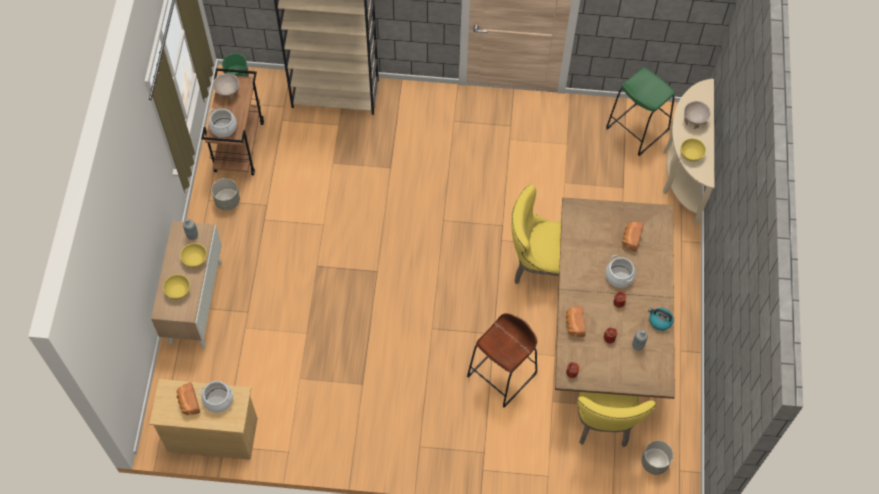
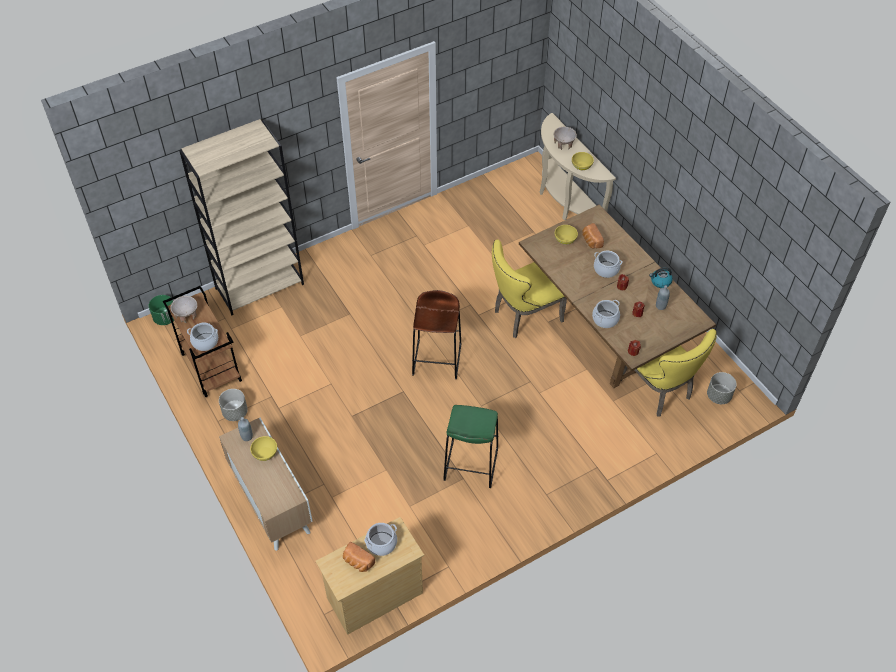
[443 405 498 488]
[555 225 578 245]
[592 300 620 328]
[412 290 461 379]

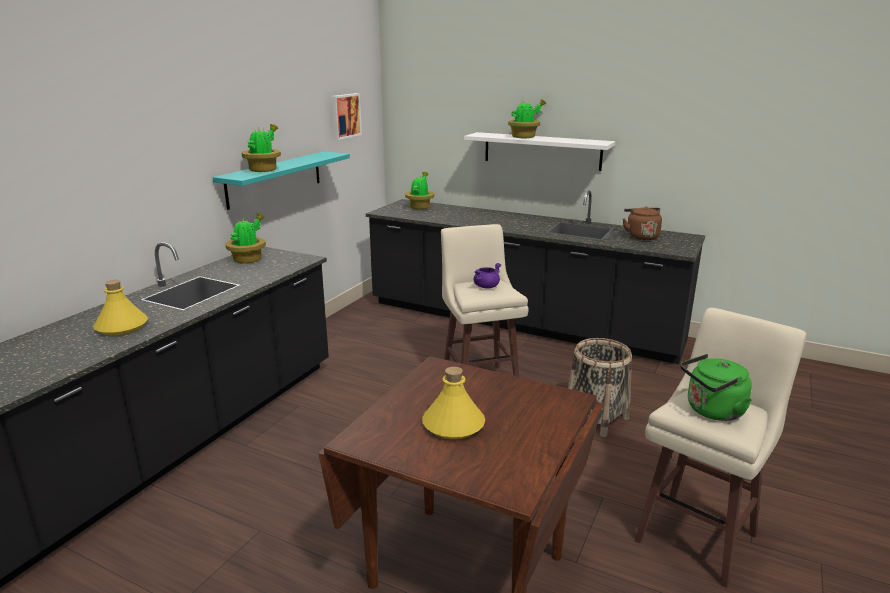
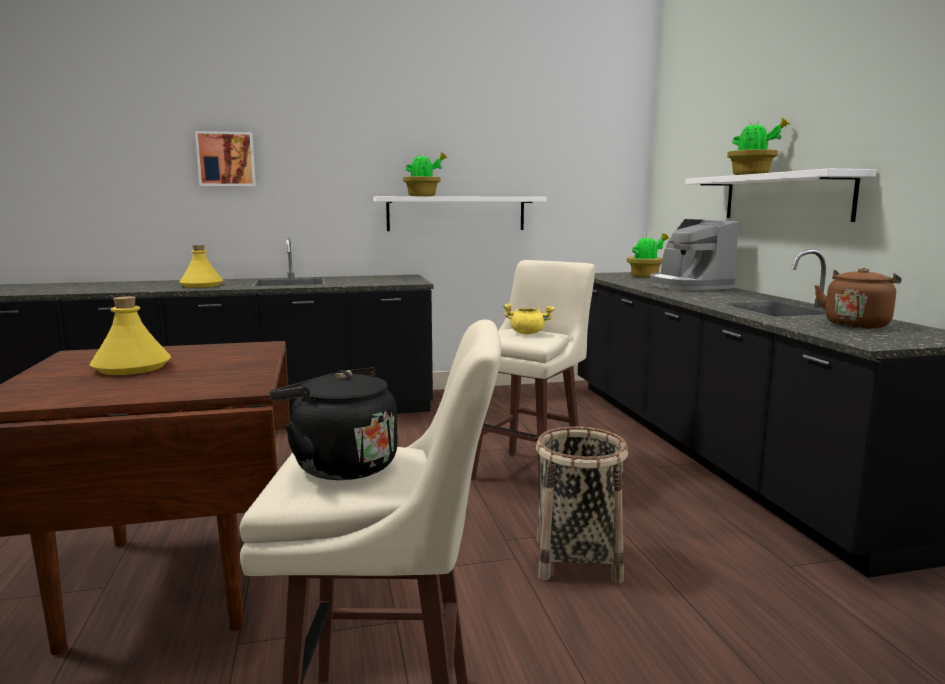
[195 131 256 186]
[373 196 547 231]
[225 213 266 264] (first image)
[503 304 555 334]
[270 367 398 480]
[650 219 739 290]

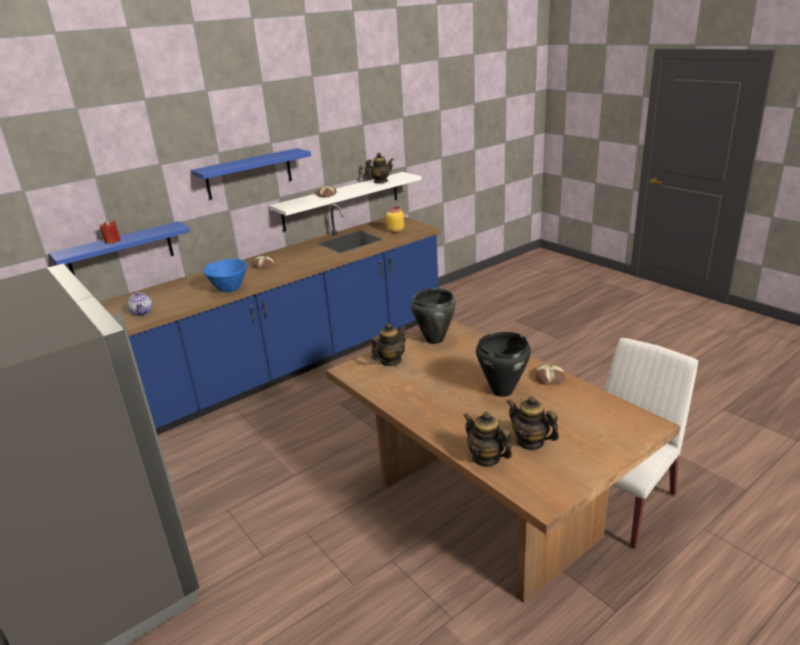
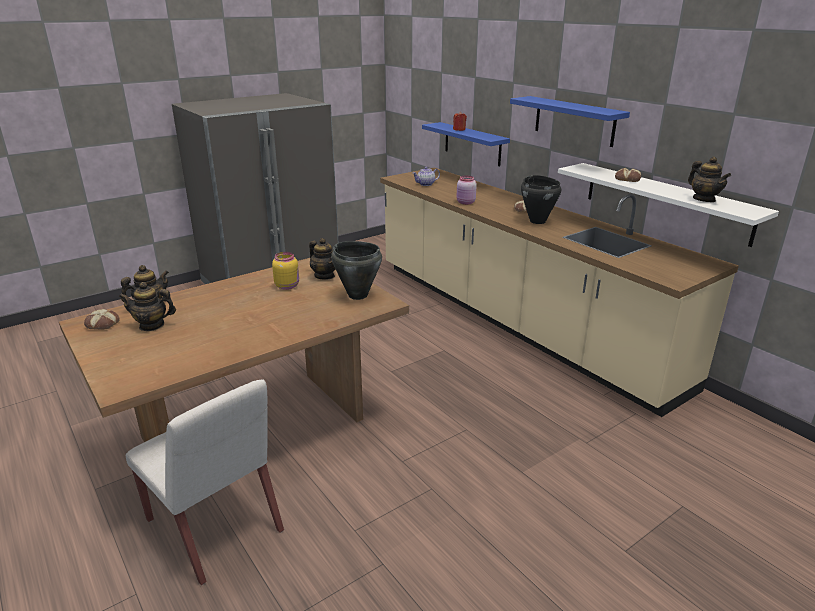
[380 168 739 417]
[272 252 299 290]
[457 175 477 205]
[521 175 561 224]
[84 309 120 330]
[119 282 176 331]

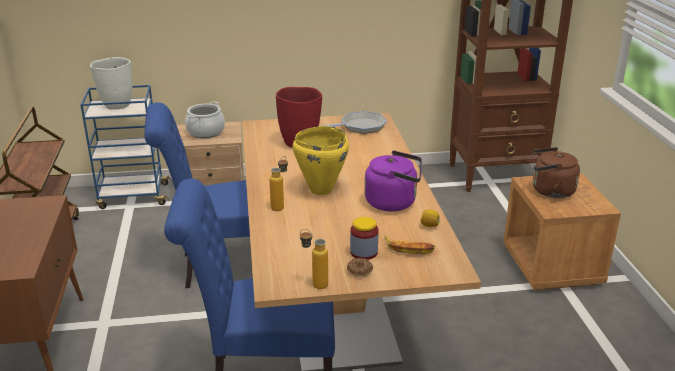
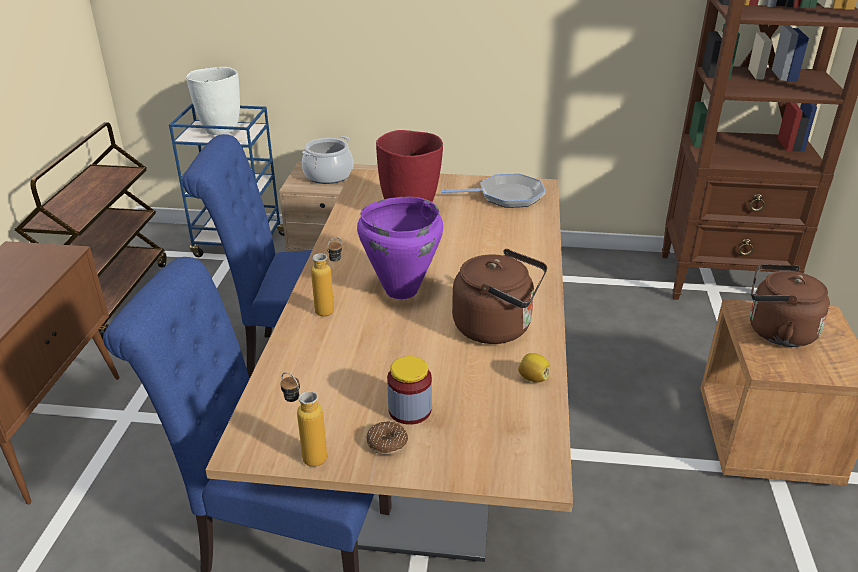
[357 197 443 299]
[452 249 547 344]
[384 236 435 254] (first image)

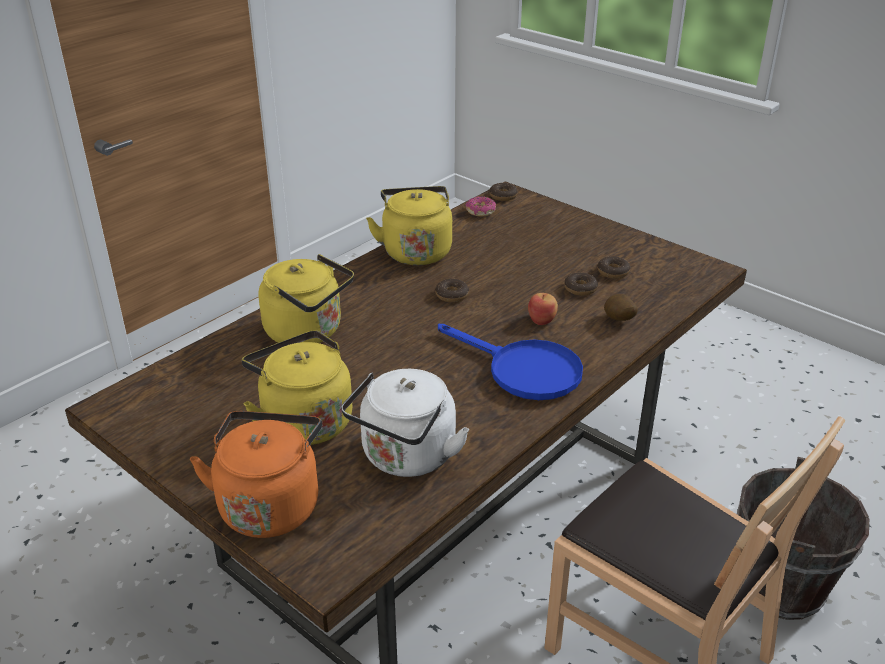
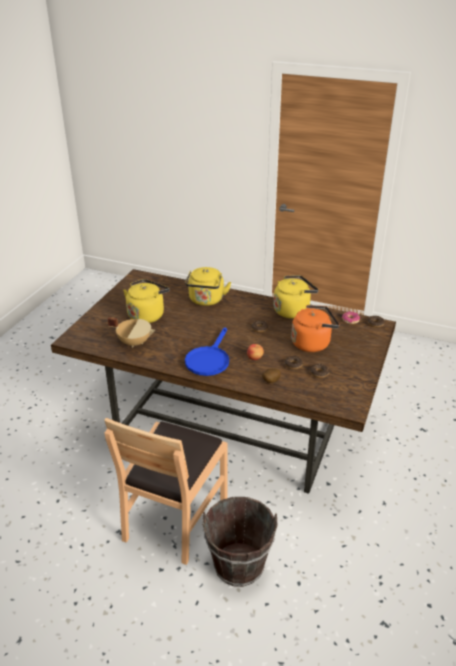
[108 317 155 348]
[291 305 340 352]

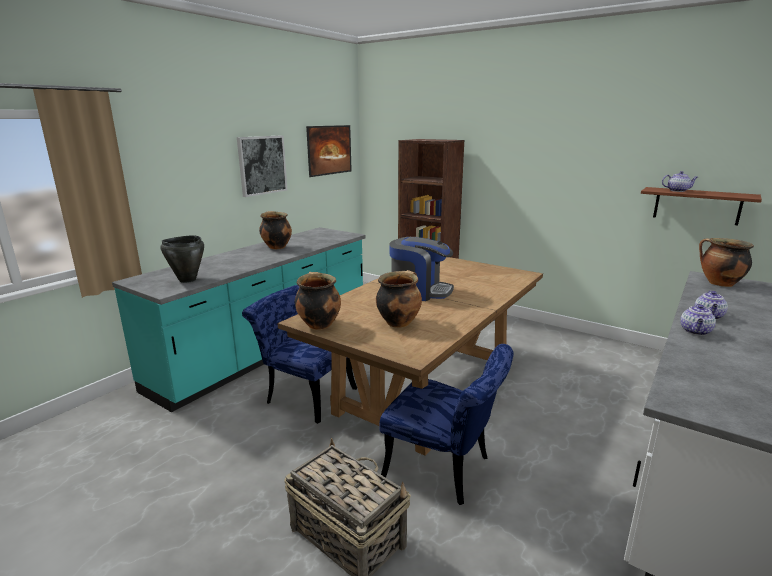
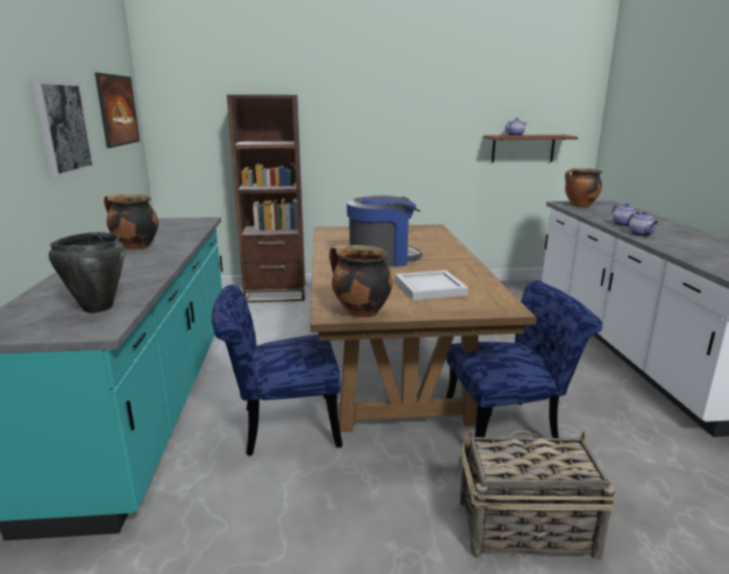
[395 270 468 300]

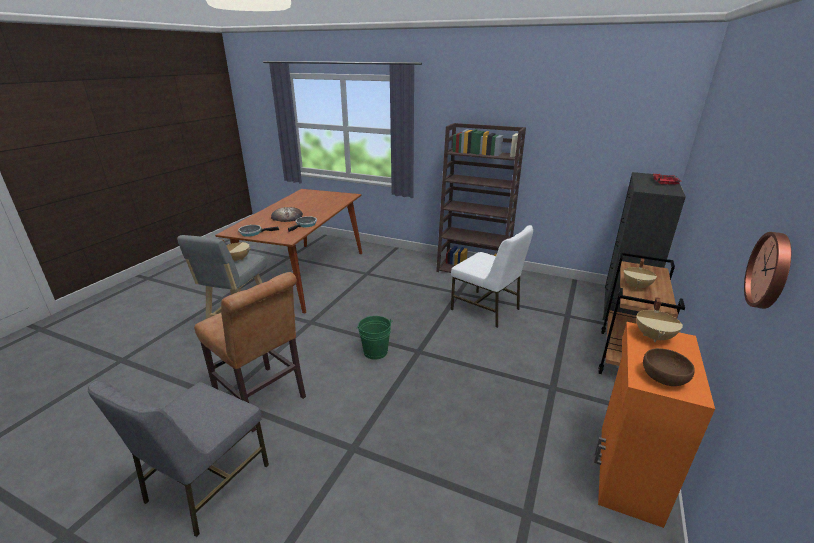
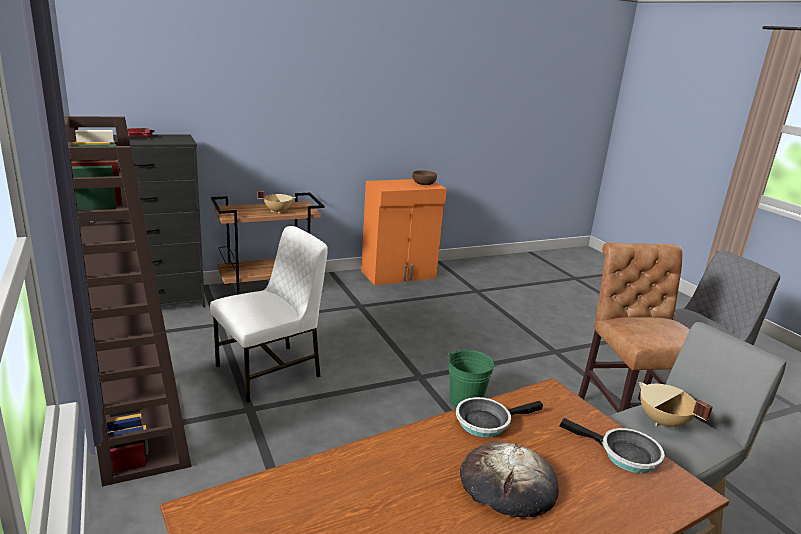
[210 226 328 403]
[744 232 791 309] (first image)
[636 297 683 342] (first image)

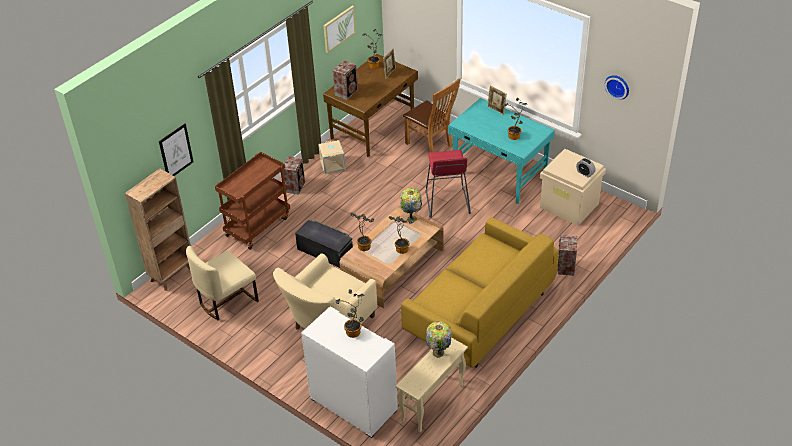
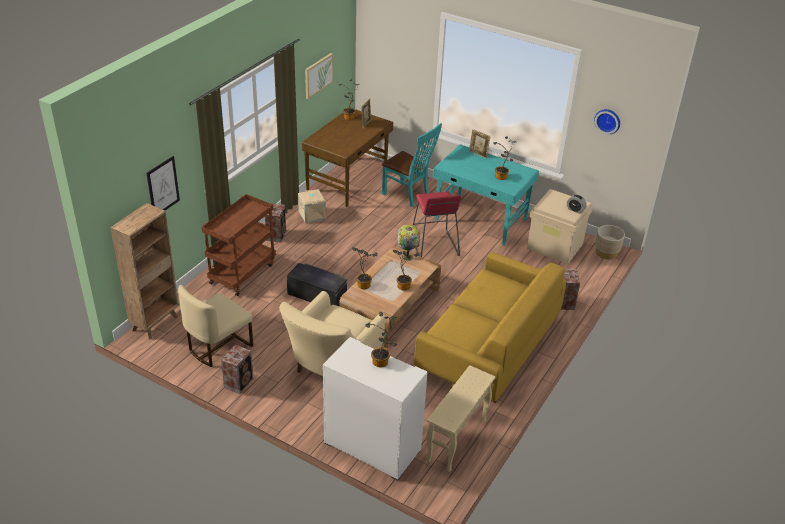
[221 345 253 394]
[382 123 442 207]
[426 321 452 358] (first image)
[595 225 625 260]

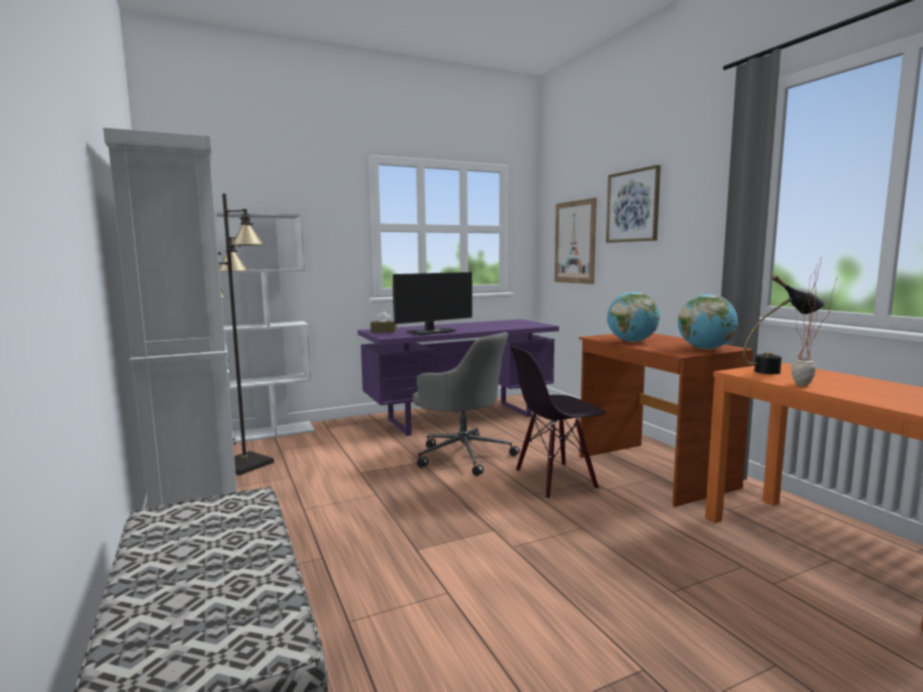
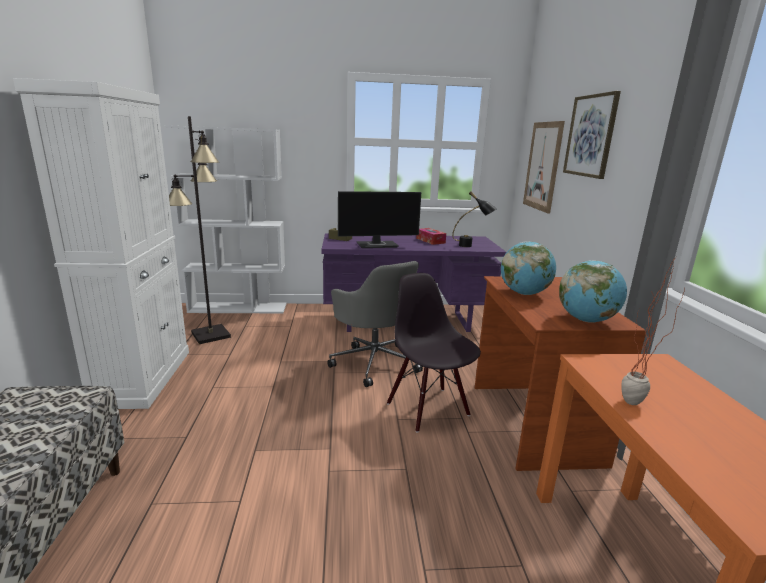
[452 191 497 247]
[387 273 481 433]
[416 228 446 245]

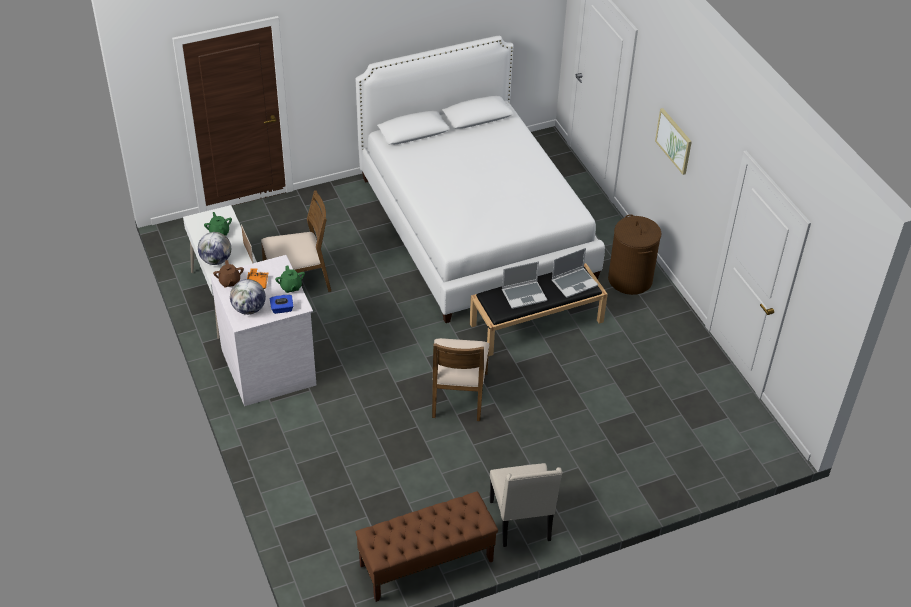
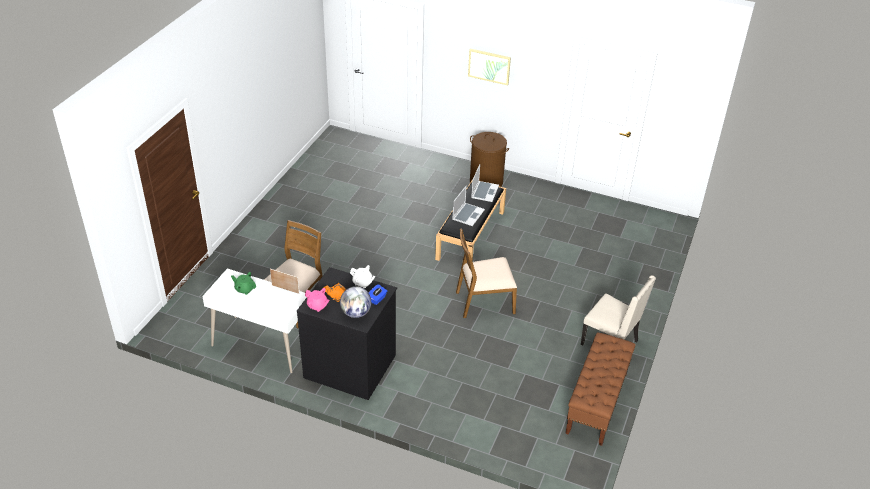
[356 36 605 323] (first image)
[198 232 231 265] (first image)
[297 267 397 400]
[305 288 330 312]
[350 265 376 288]
[456 228 517 318]

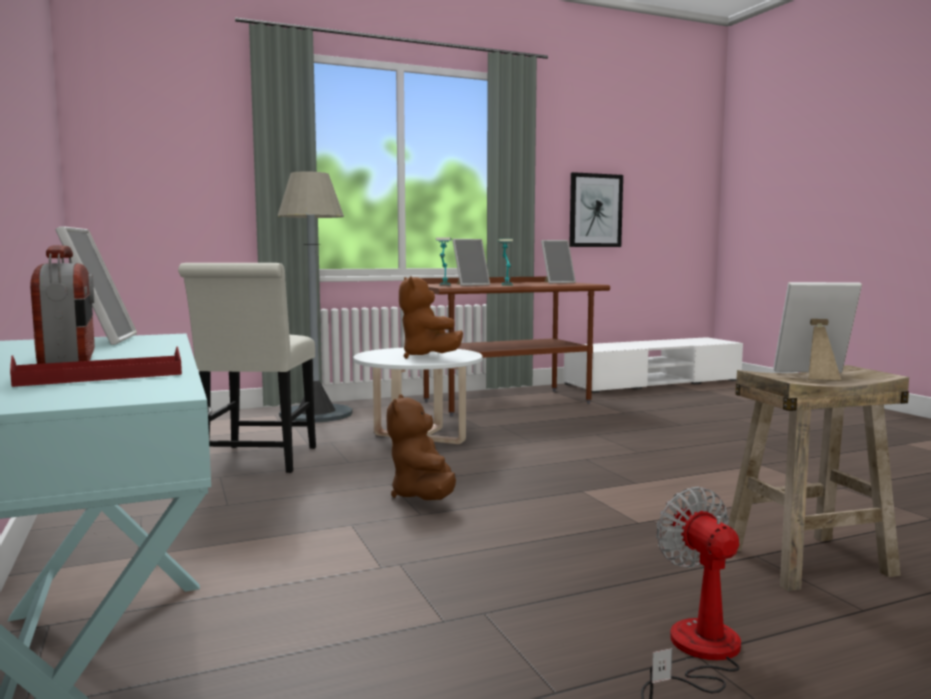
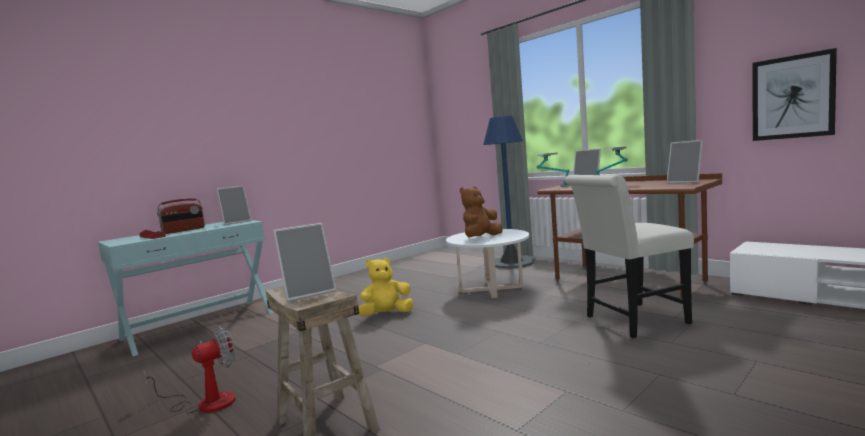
[483 116 534 269]
[565 175 694 338]
[273 223 336 301]
[359 258 414 316]

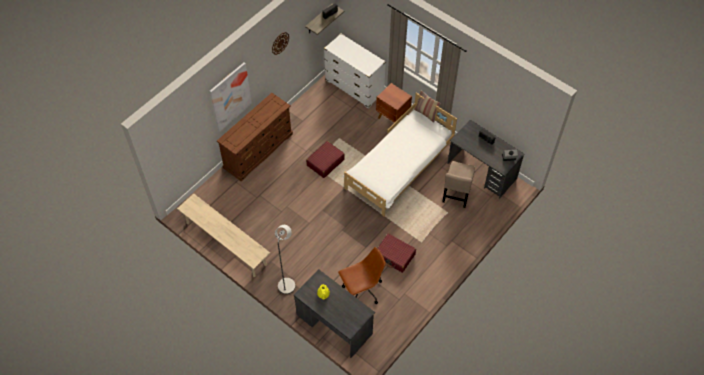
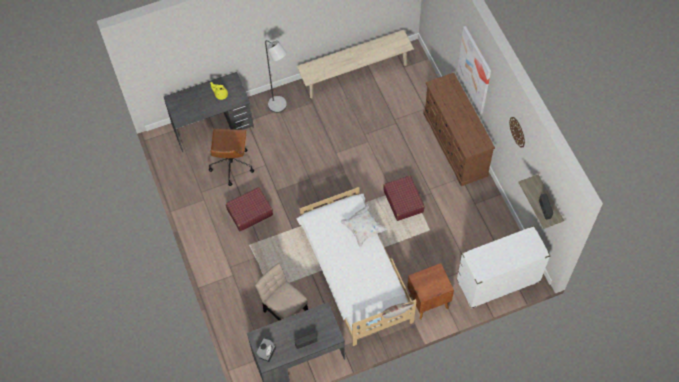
[341 204 387 247]

